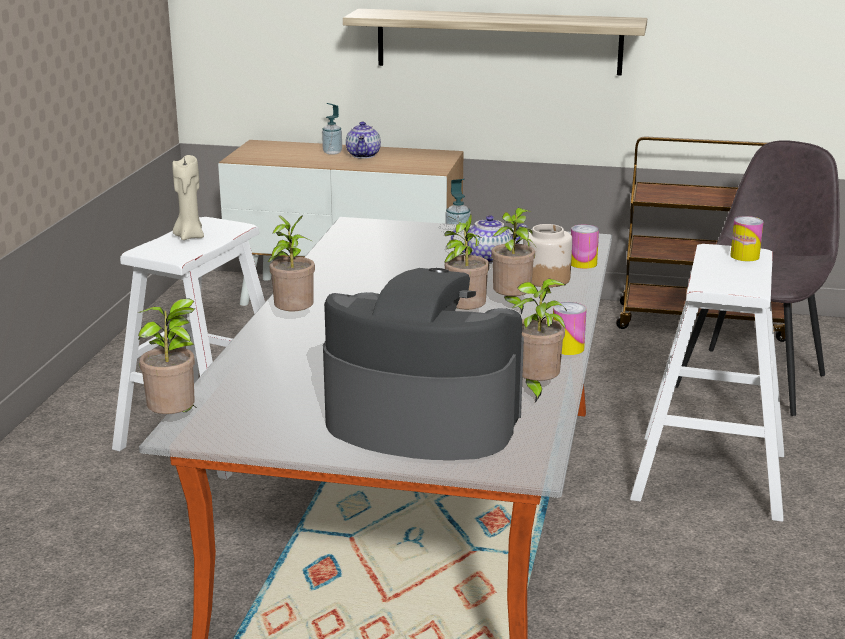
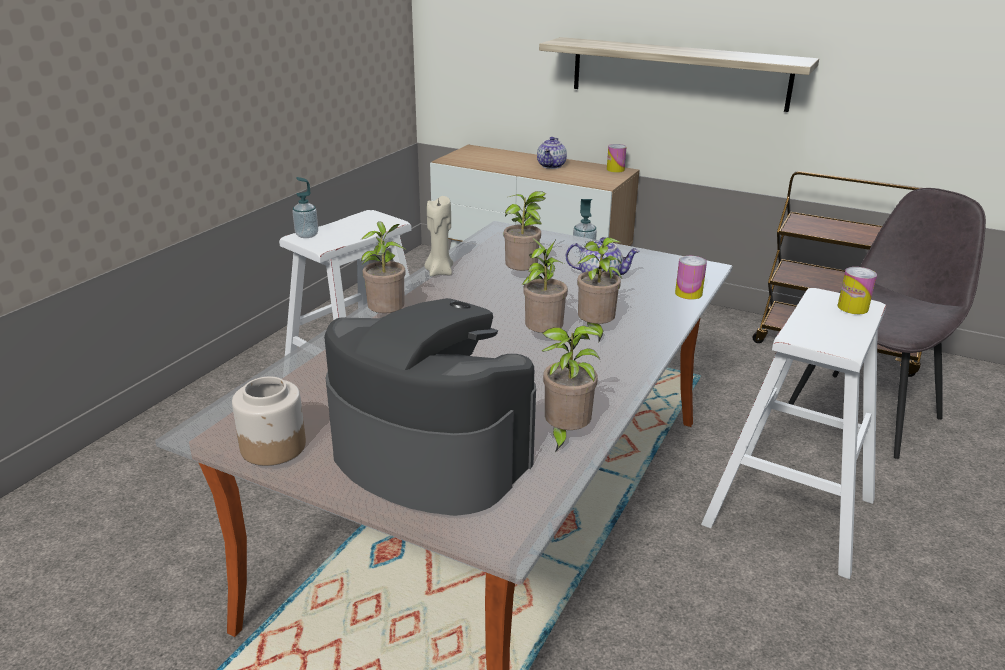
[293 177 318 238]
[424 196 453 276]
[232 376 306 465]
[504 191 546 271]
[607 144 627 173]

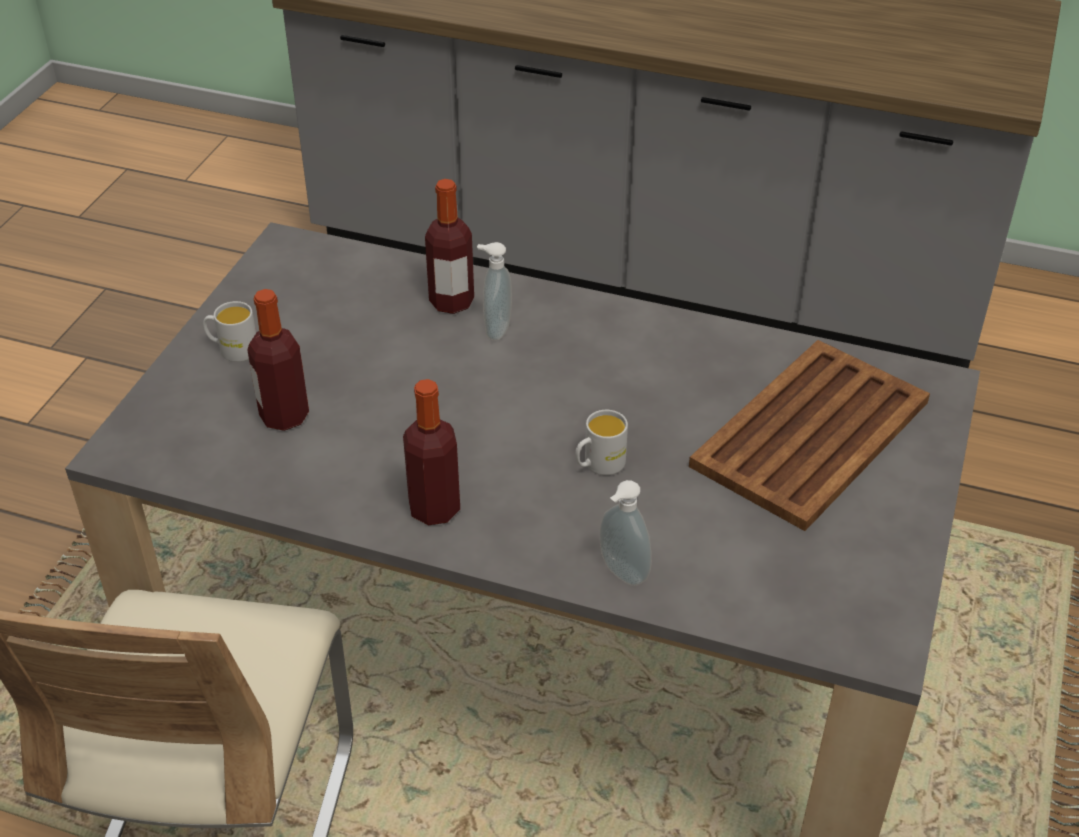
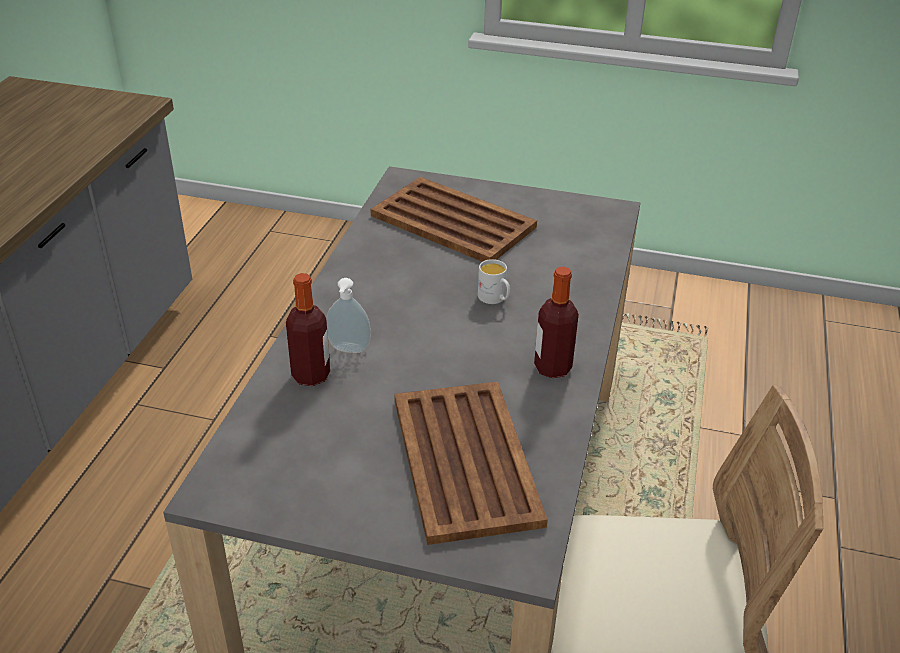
[395 382 548 545]
[203 301 256 362] (first image)
[599 480 652 586] (first image)

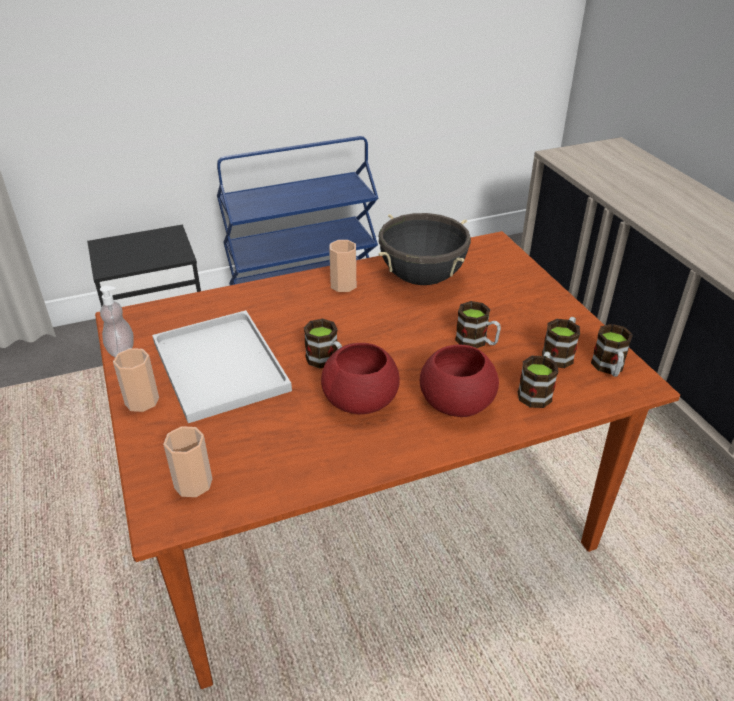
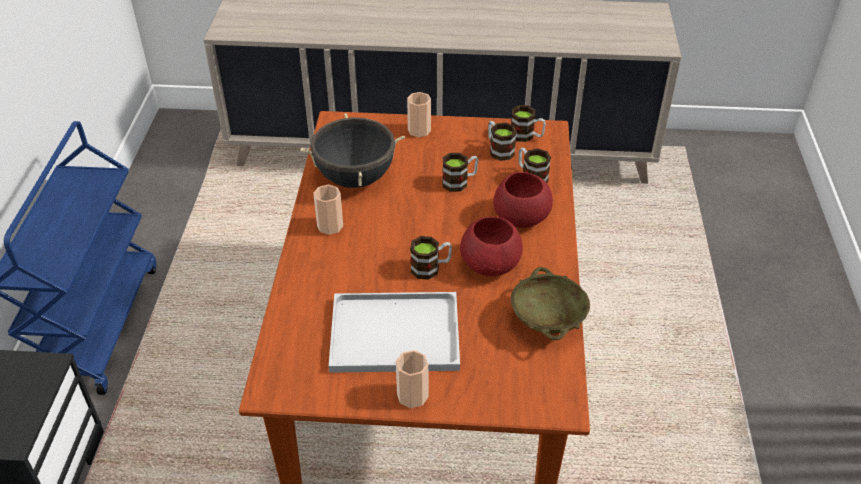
[100 286 134 357] (first image)
[407 92 431 137]
[511 267 590 340]

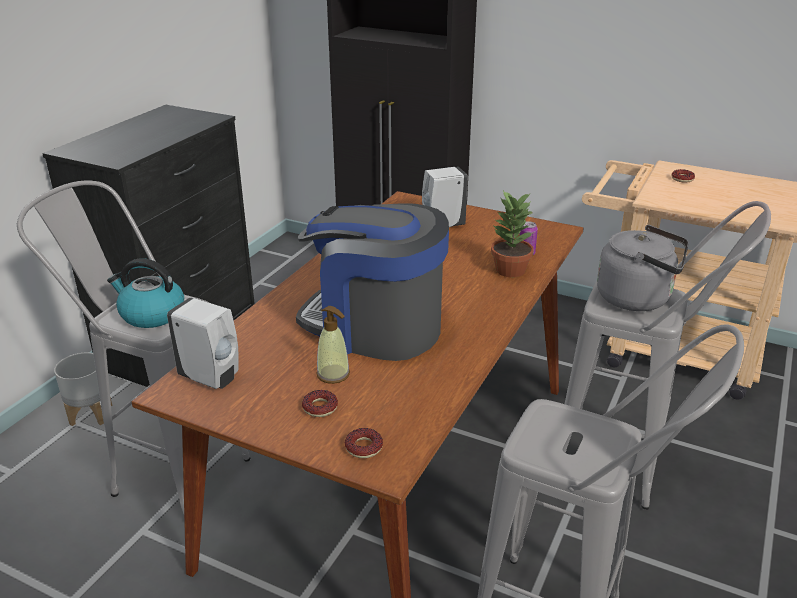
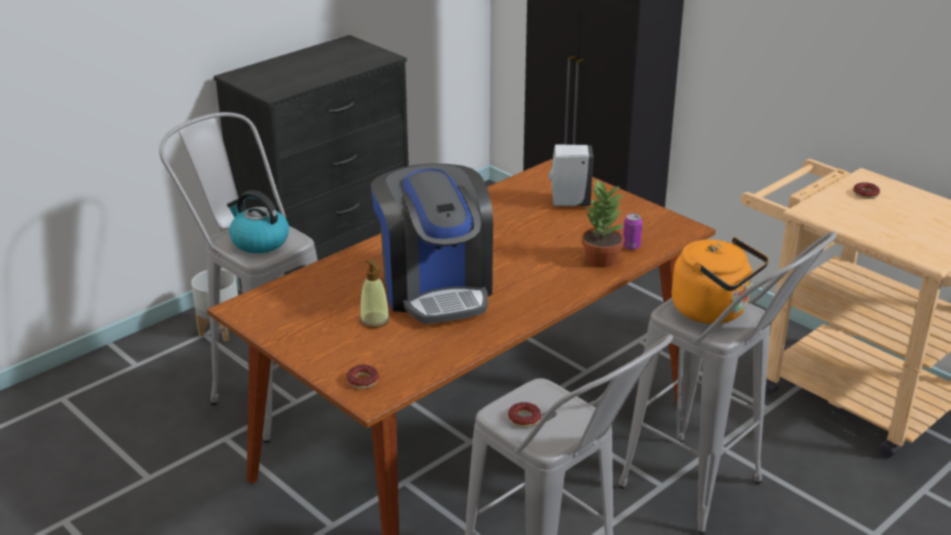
[371 163 493 324]
[672 237 769 324]
[167 298 239 389] (first image)
[508 402 541 427]

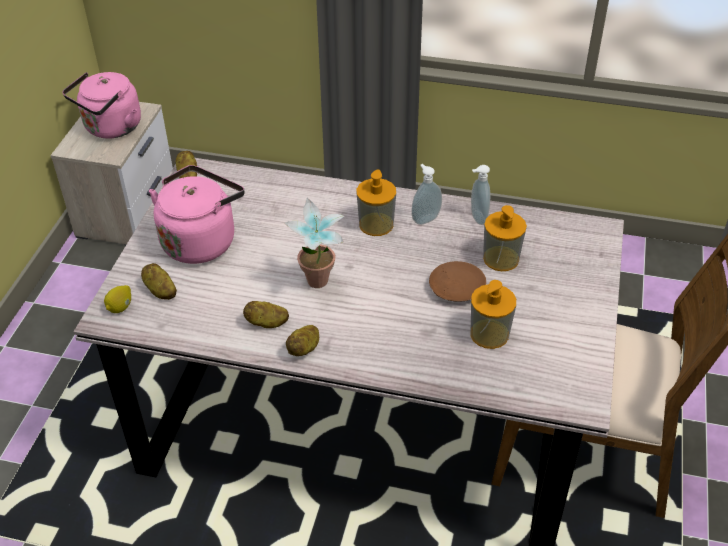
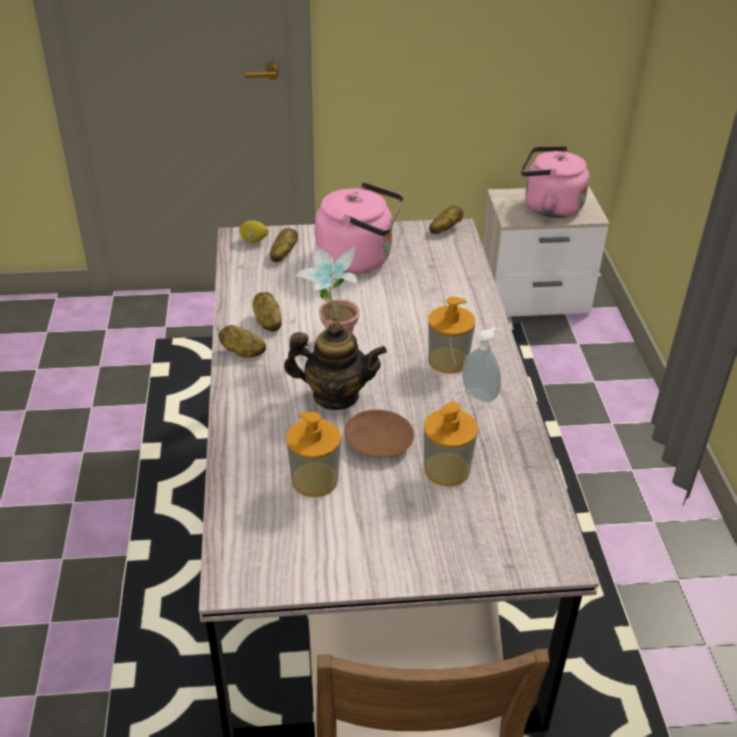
[471 165 490 225] (first image)
[284 322 387 410]

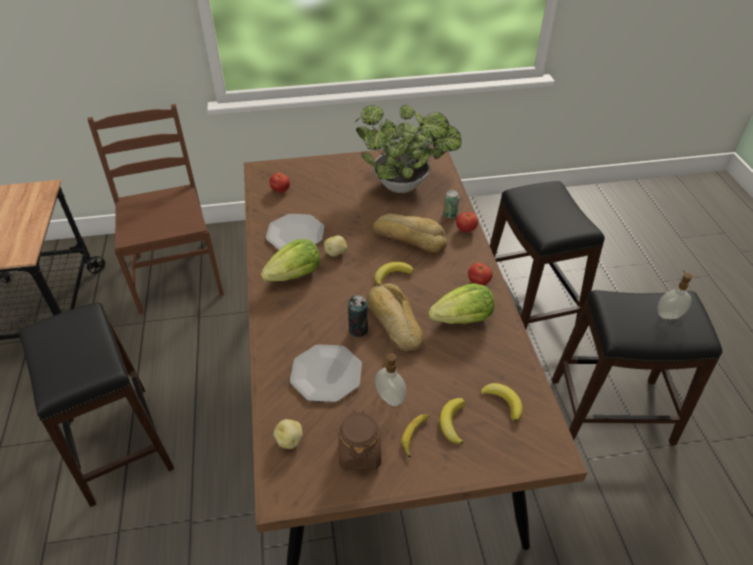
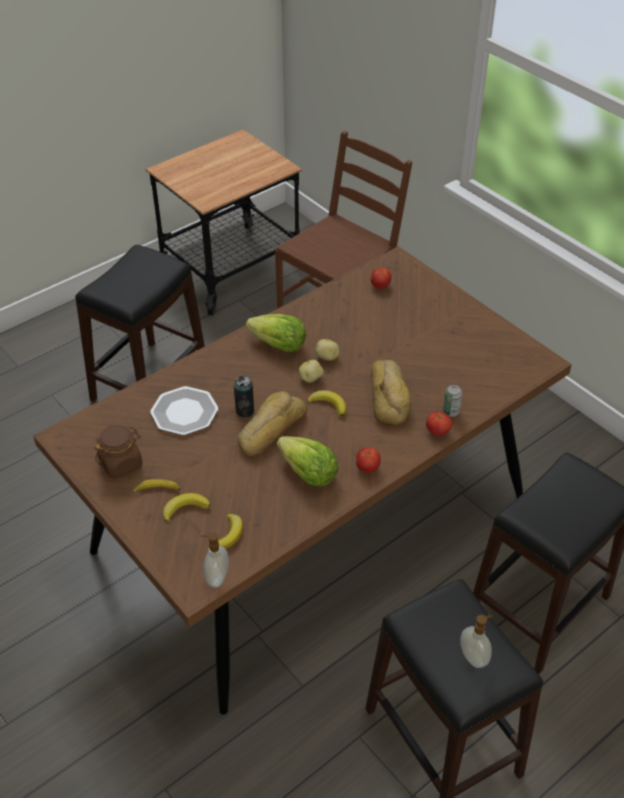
[355 105 461 193] (first image)
[266 214 325 250] (first image)
[200 532 229 588]
[299 360 324 383]

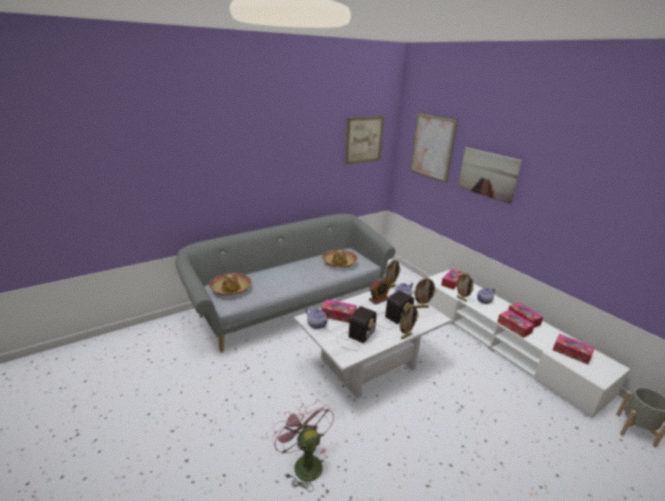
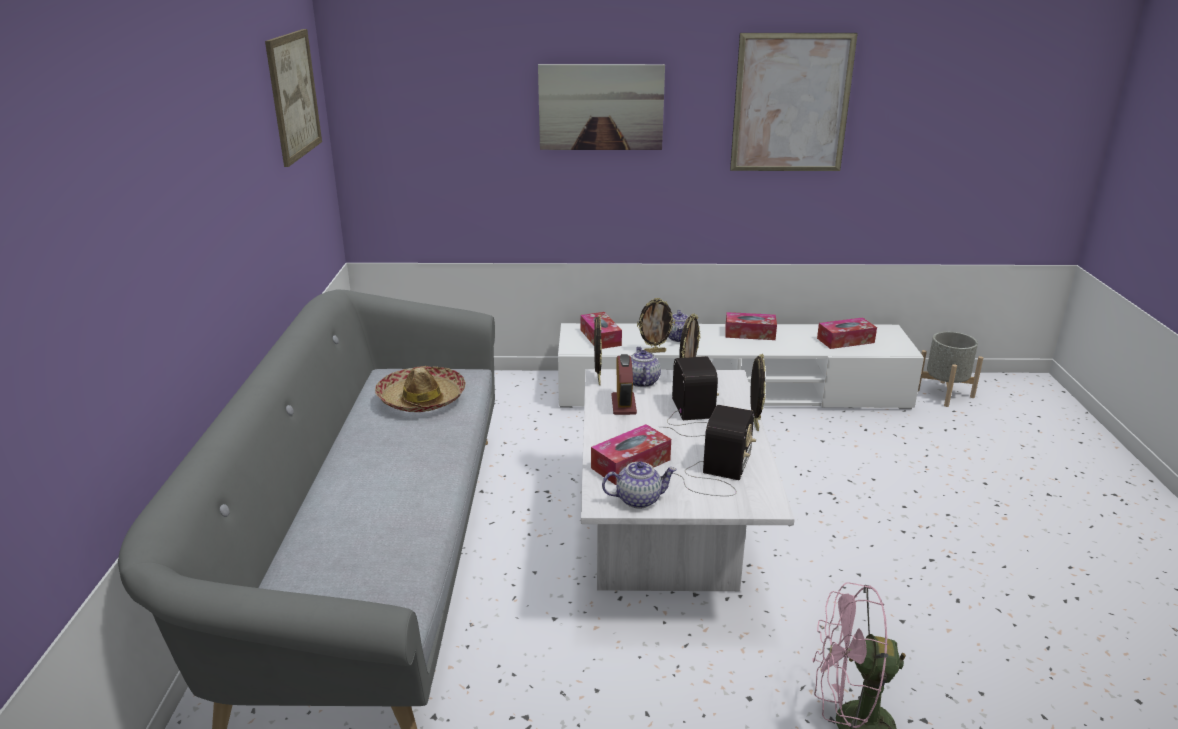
[730 33 858 171]
[209 273 251 296] (first image)
[673 405 756 496]
[497 310 535 338] (first image)

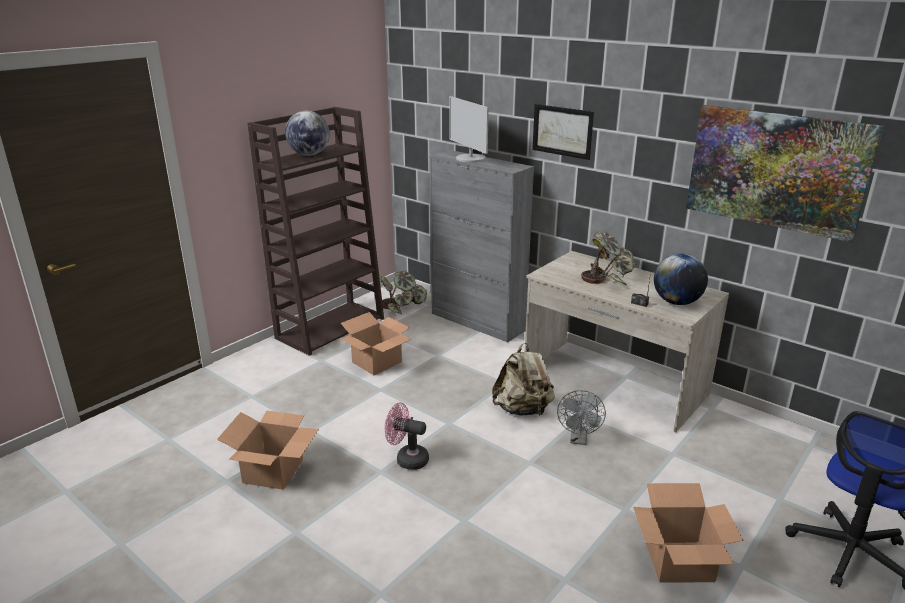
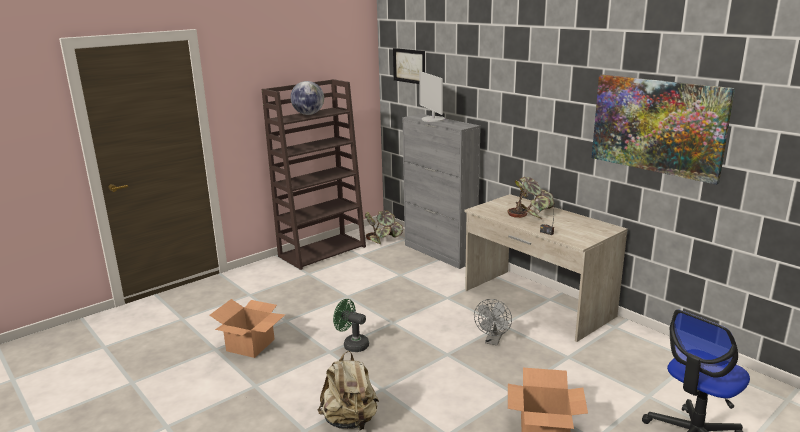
[393 48 425 84]
[654 253 708 305] (first image)
[340 312 412 375] (first image)
[317 351 379 430]
[333 299 369 352]

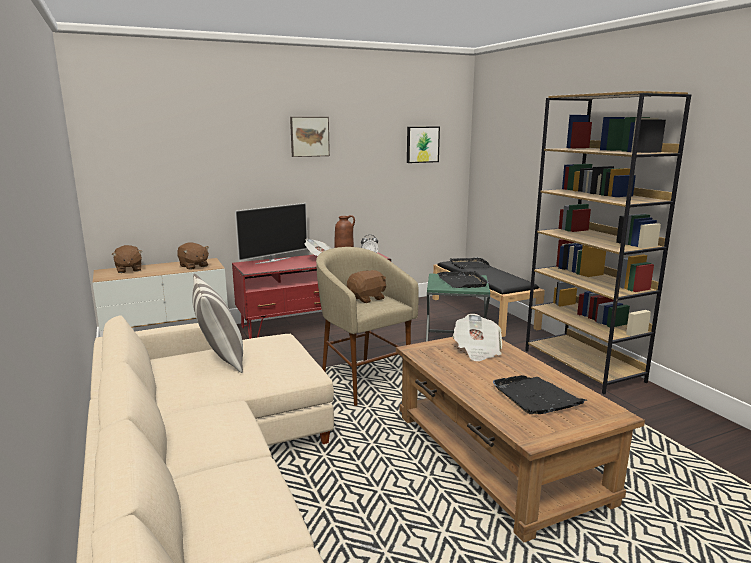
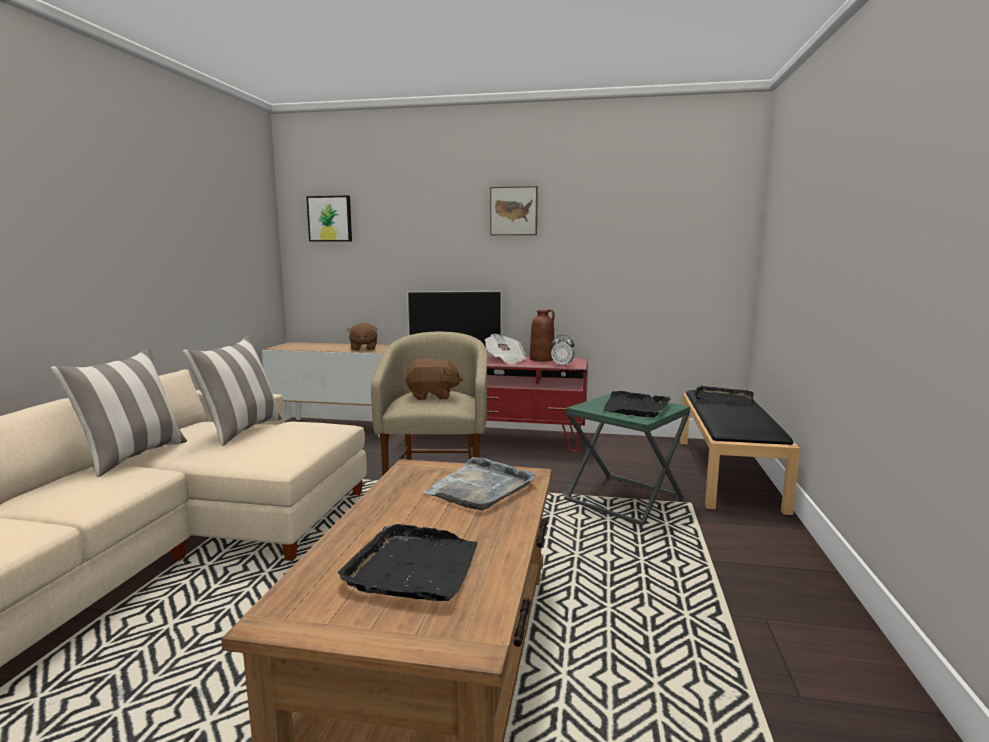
[525 91 691 394] (first image)
[306 196 352 242]
[112 245 143 273] (first image)
[423 457 536 511]
[51 348 187 477]

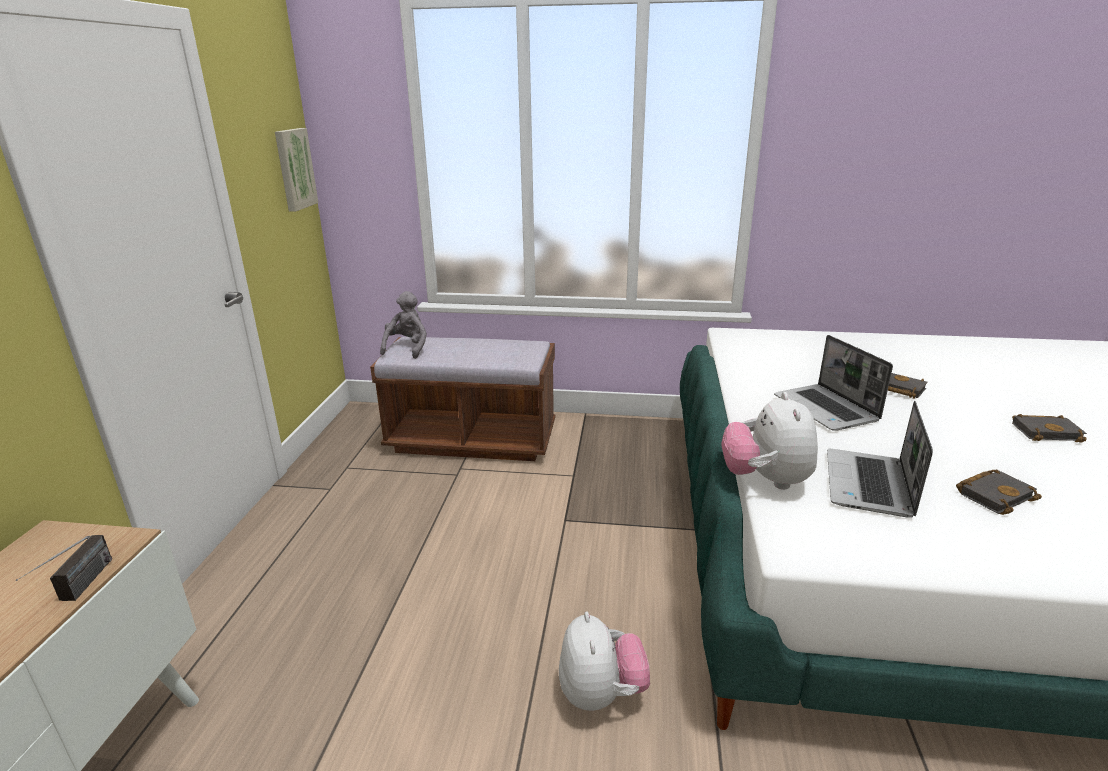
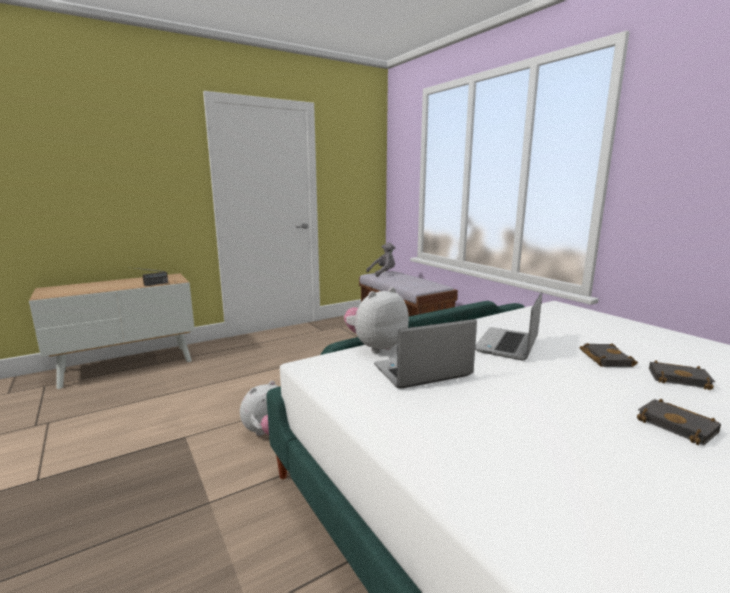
[275 128 318 212] (first image)
[649 360 715 390]

